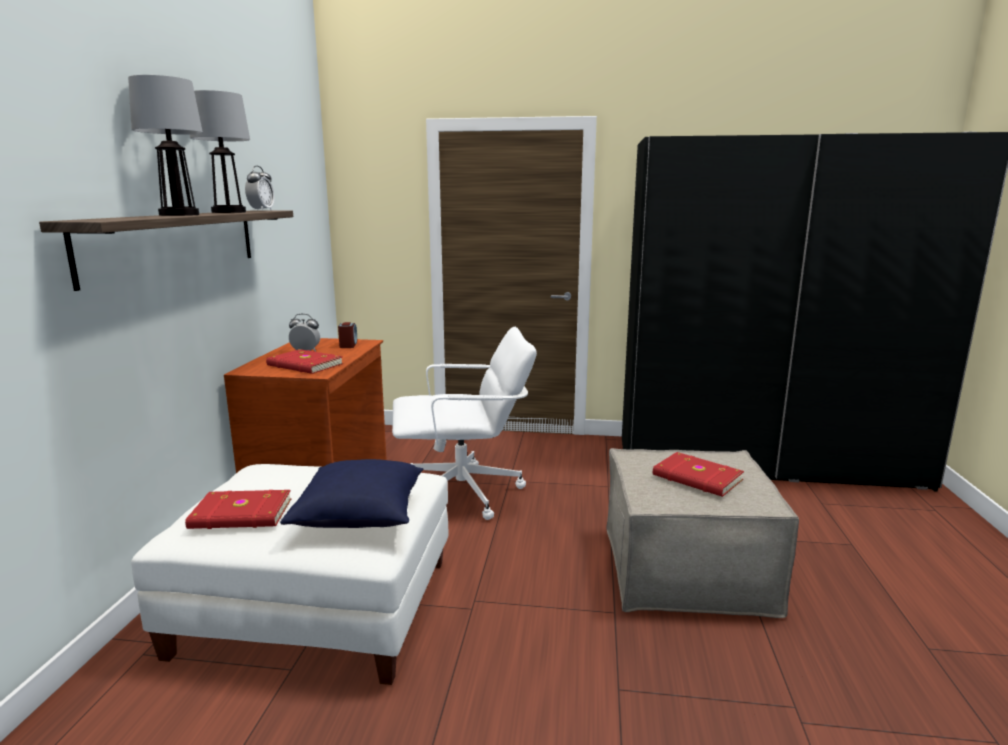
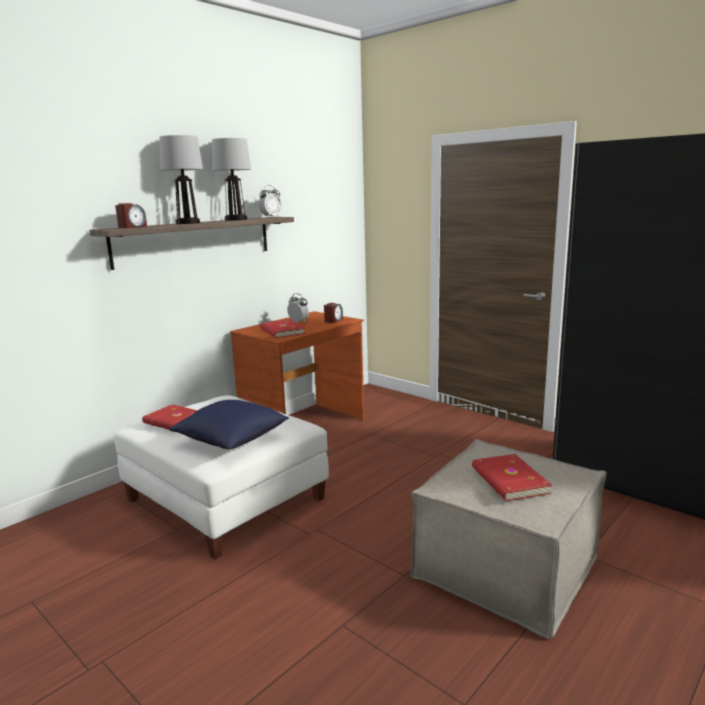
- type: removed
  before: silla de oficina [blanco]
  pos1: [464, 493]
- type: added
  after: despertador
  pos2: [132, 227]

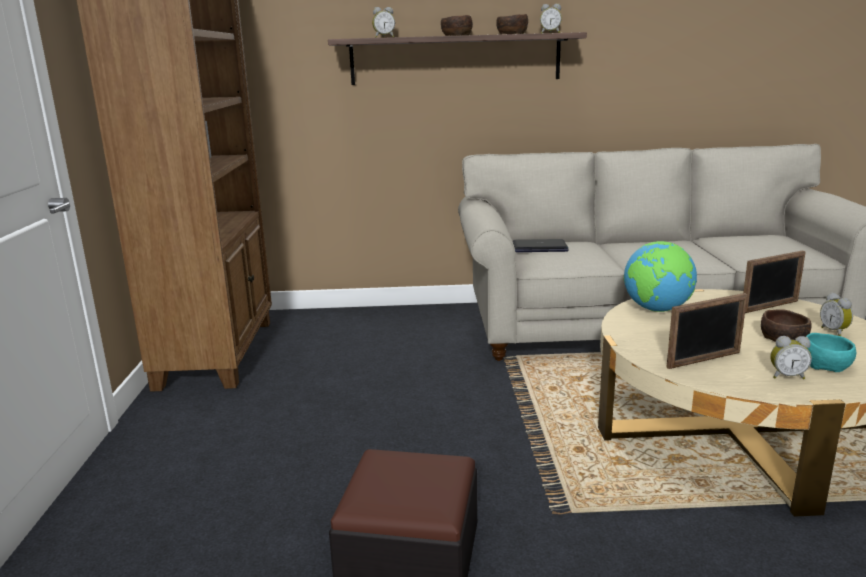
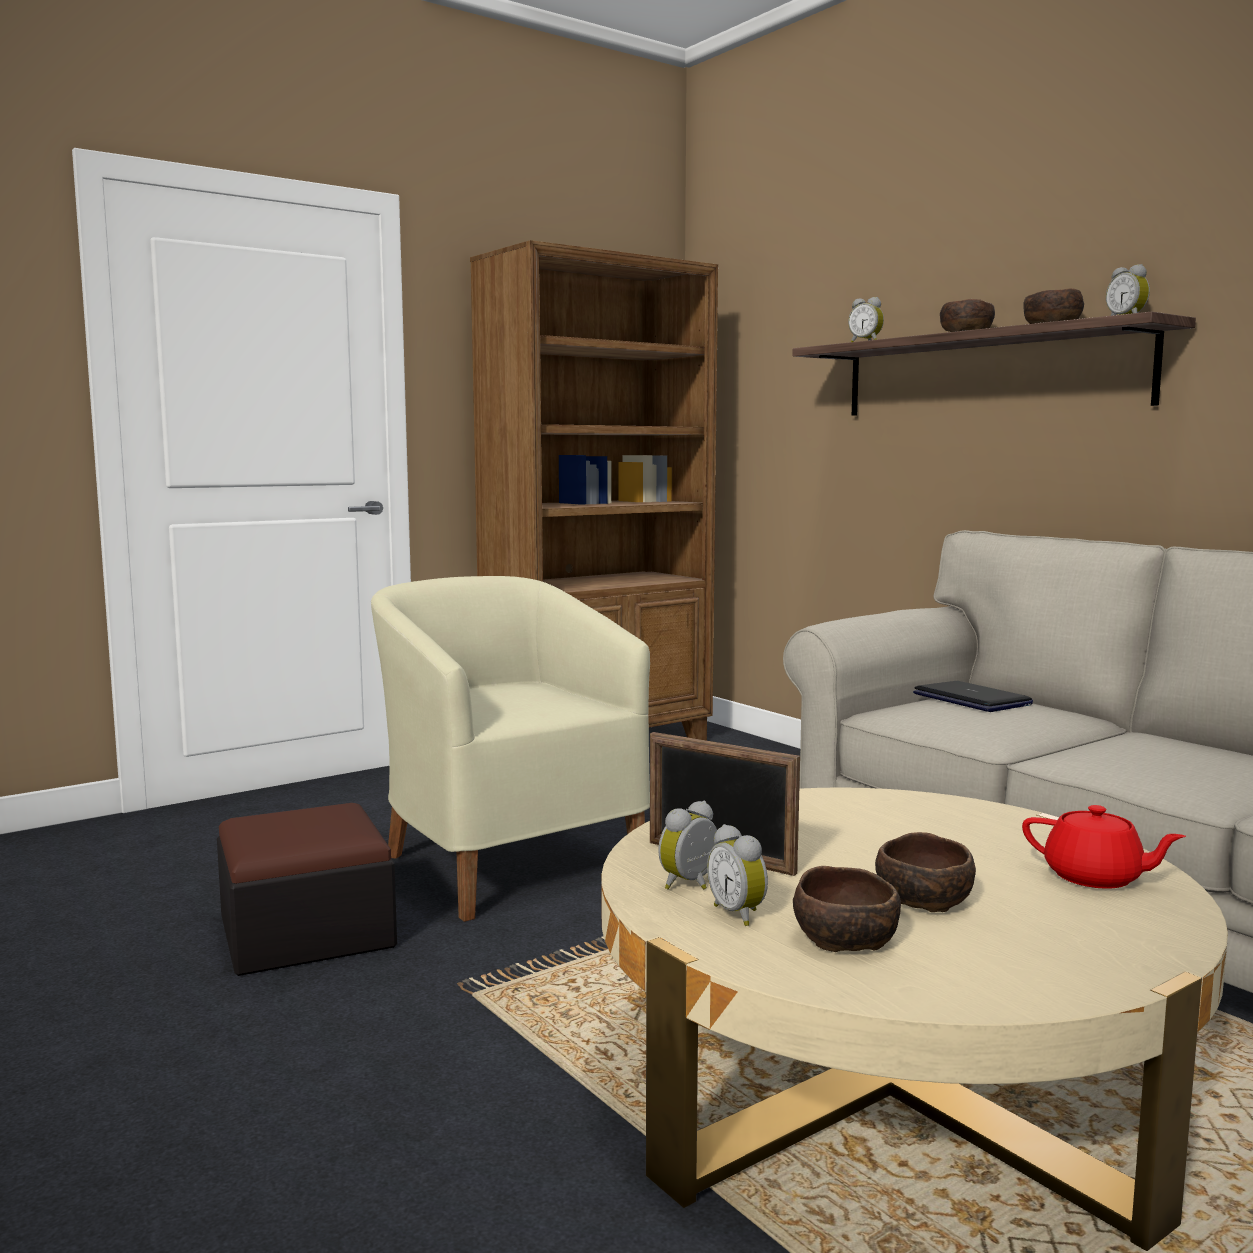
- type: removed
  before: globo terráqueo
  pos1: [656, 309]
- type: replaced
  before: portarretratos
  after: tetera [rojo]
  pos1: [770, 307]
  pos2: [1095, 878]
- type: moved
  before: despertador
  pos1: [834, 331]
  pos2: [691, 885]
- type: recoloured
  before: cuenco [turquesa]
  after: cuenco [marrón]
  pos1: [826, 365]
  pos2: [847, 940]
- type: added
  after: sillón [beis]
  pos2: [507, 862]

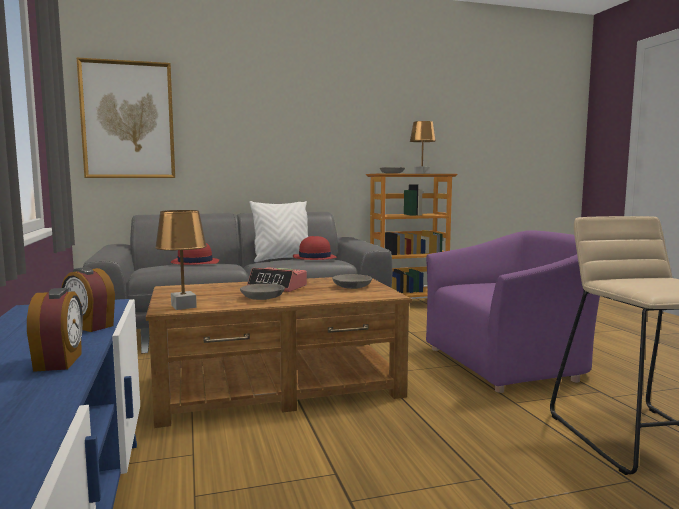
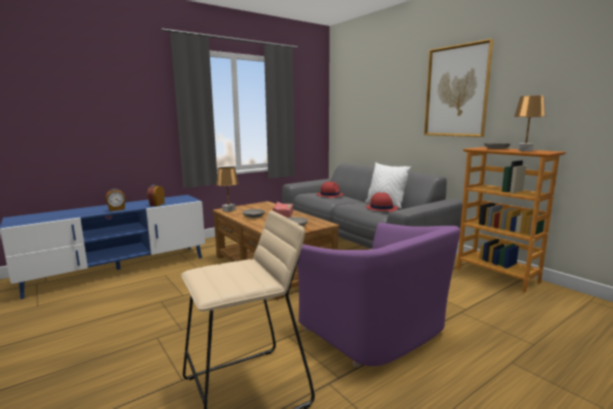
- type: moved
  before: cuadro
  pos1: [128, 120]
  pos2: [456, 91]

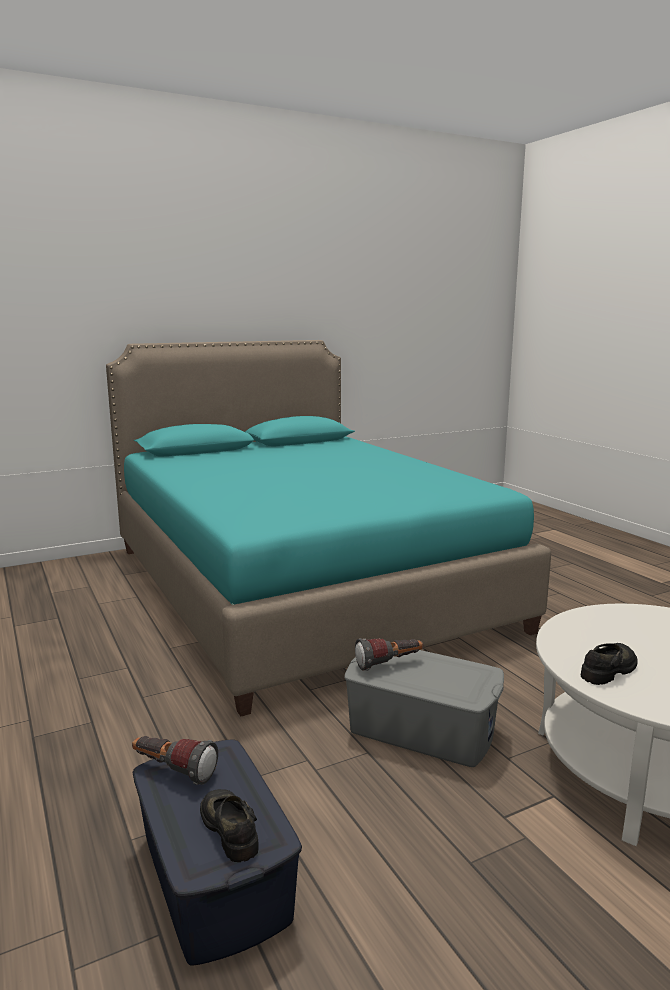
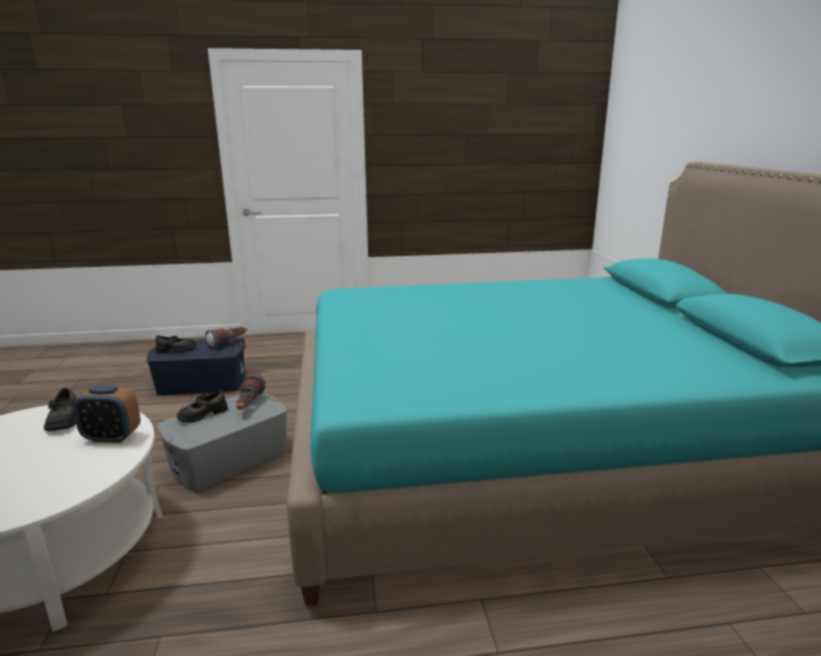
- type: added
  after: despertador
  pos2: [112, 437]
- type: added
  after: zapato [negro]
  pos2: [202, 414]

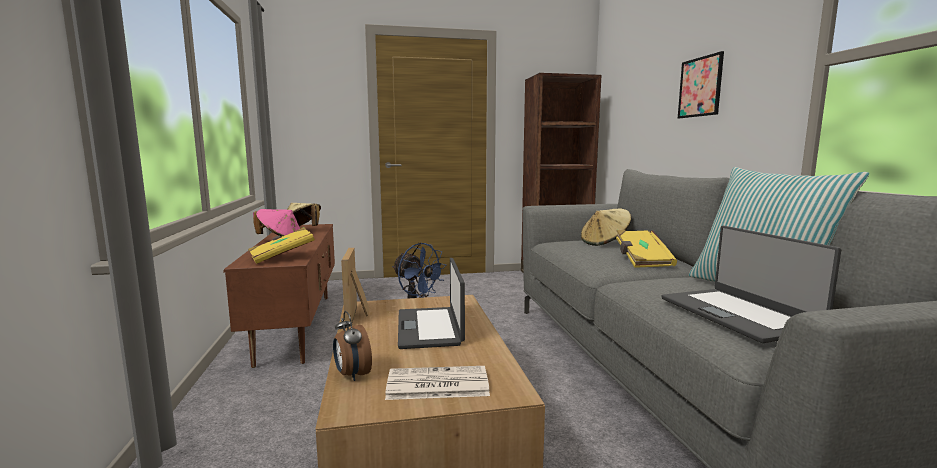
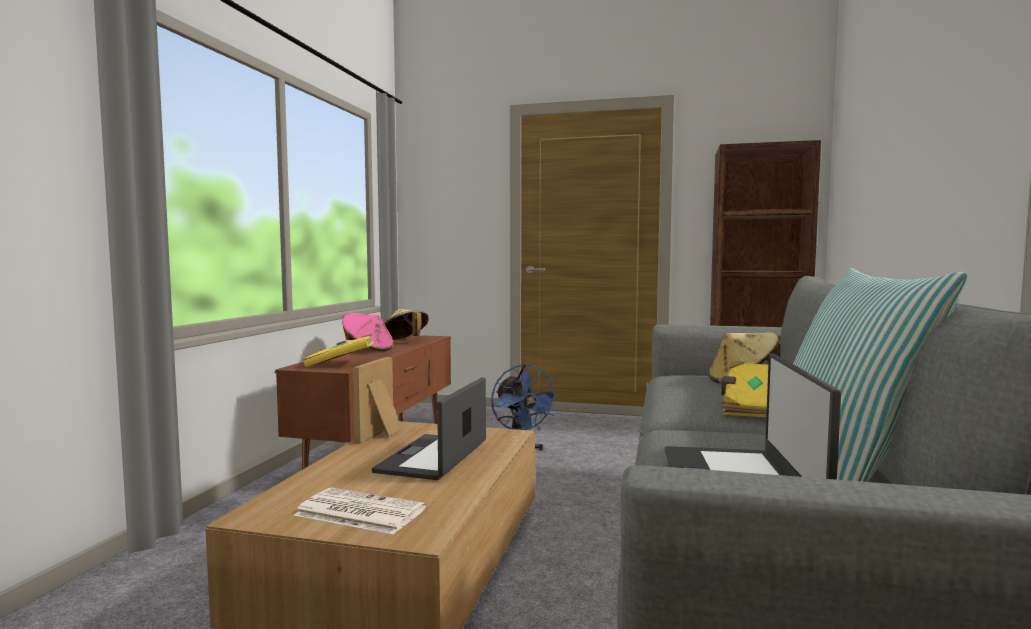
- type: removed
  before: cuadro
  pos1: [700, 87]
- type: removed
  before: despertador
  pos1: [352, 375]

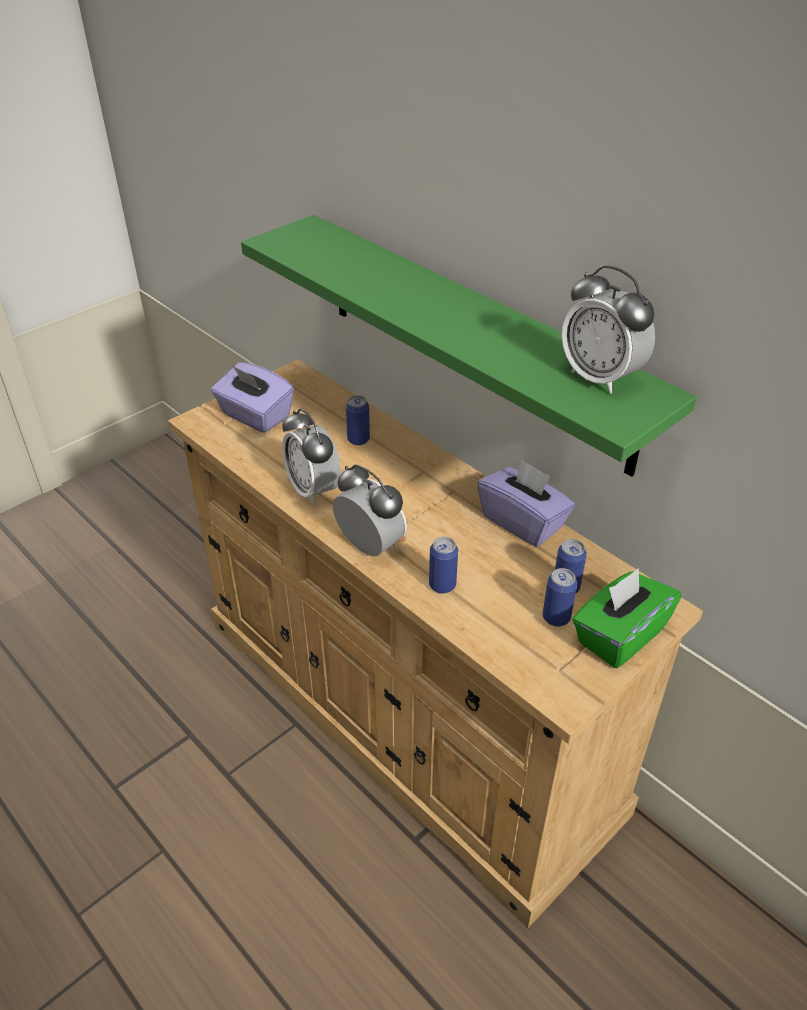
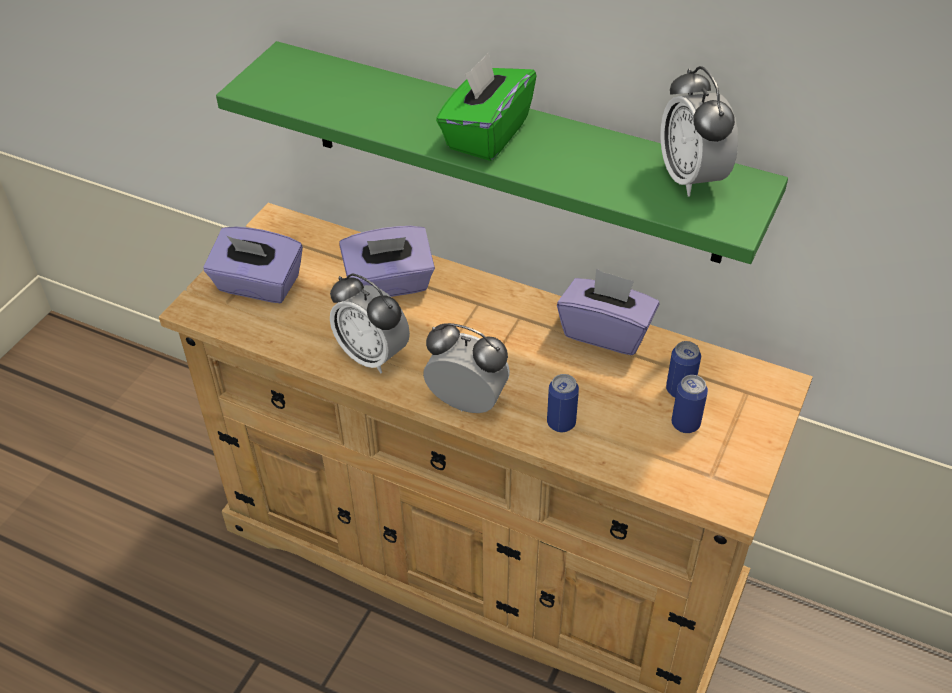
- type: turned
  before: despertador
  pos1: [600, 377]
  pos2: [691, 178]
  turn: 45
- type: replaced
  before: lata
  after: caja de pañuelos [morado]
  pos1: [358, 439]
  pos2: [389, 284]
- type: moved
  before: caja de pañuelos [verde]
  pos1: [619, 635]
  pos2: [486, 134]

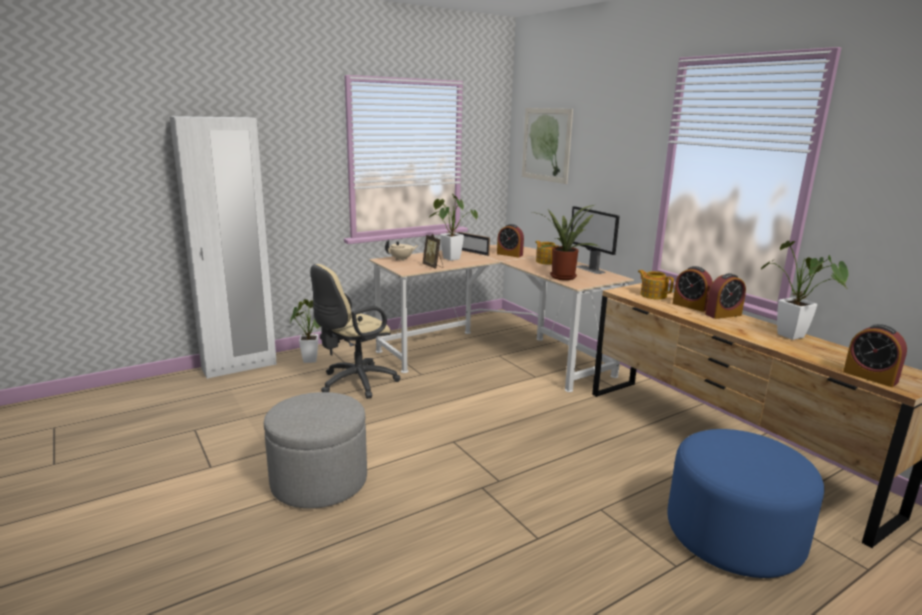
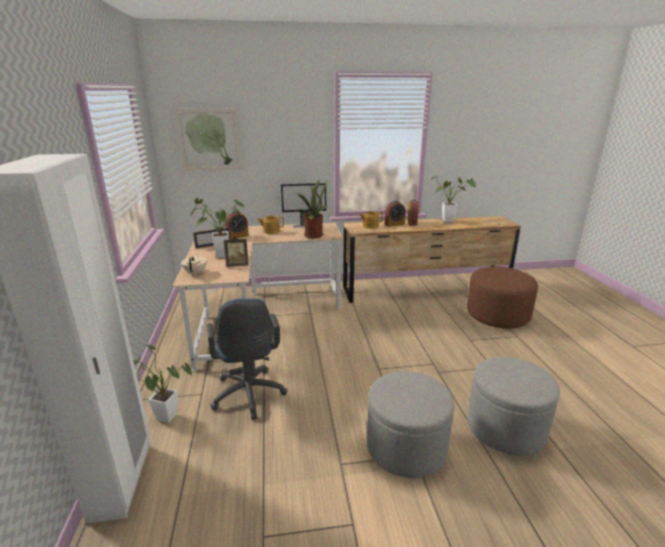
- type: recoloured
  before: silla de oficina [beis]
  after: silla de oficina [azul]
  pos1: [354, 383]
  pos2: [249, 396]
- type: removed
  before: despertador
  pos1: [870, 377]
- type: recoloured
  before: puf [azul]
  after: puf [marrón]
  pos1: [732, 536]
  pos2: [497, 315]
- type: added
  after: puf [gris]
  pos2: [505, 428]

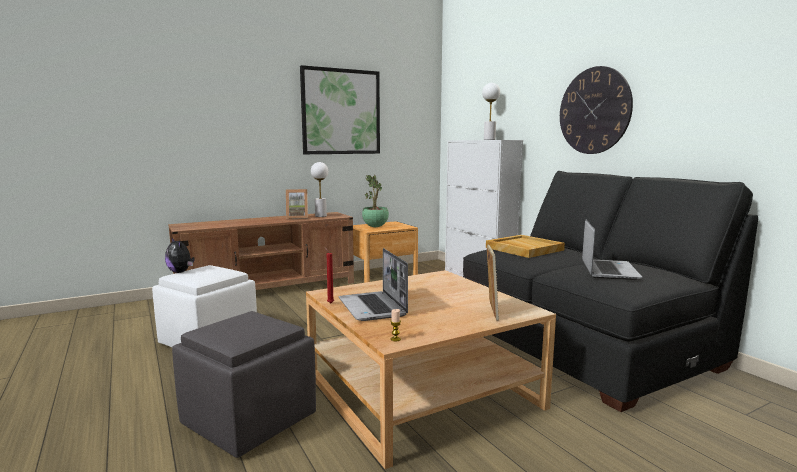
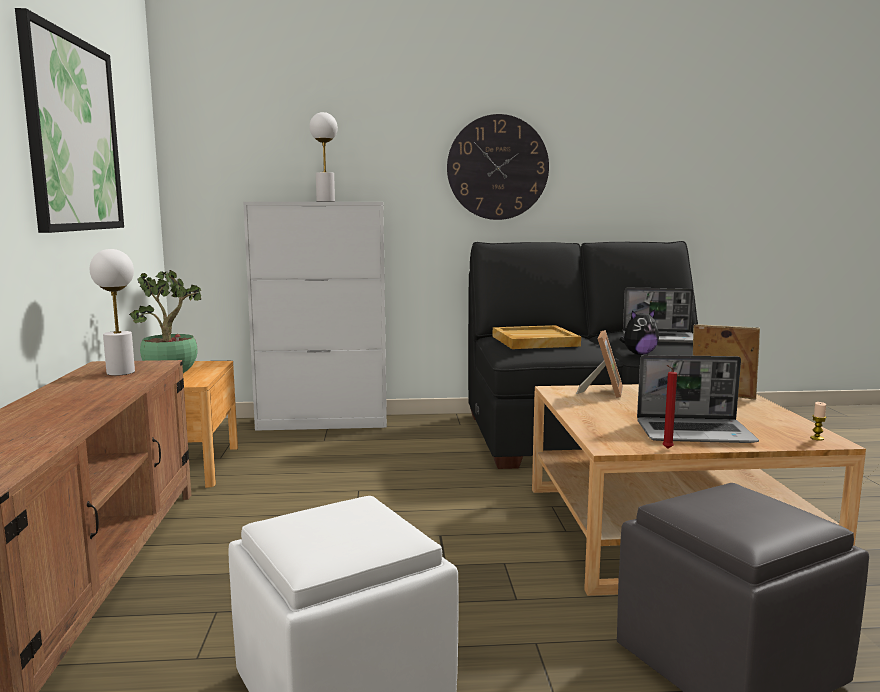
- type: moved
  before: portarretratos
  pos1: [297, 218]
  pos2: [603, 391]
- type: turned
  before: portátil
  pos1: [608, 270]
  pos2: [660, 338]
  turn: 150
- type: moved
  before: peluche
  pos1: [181, 272]
  pos2: [639, 354]

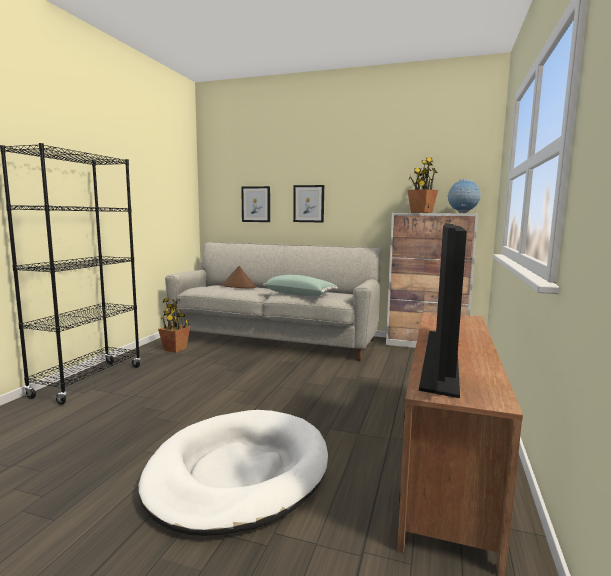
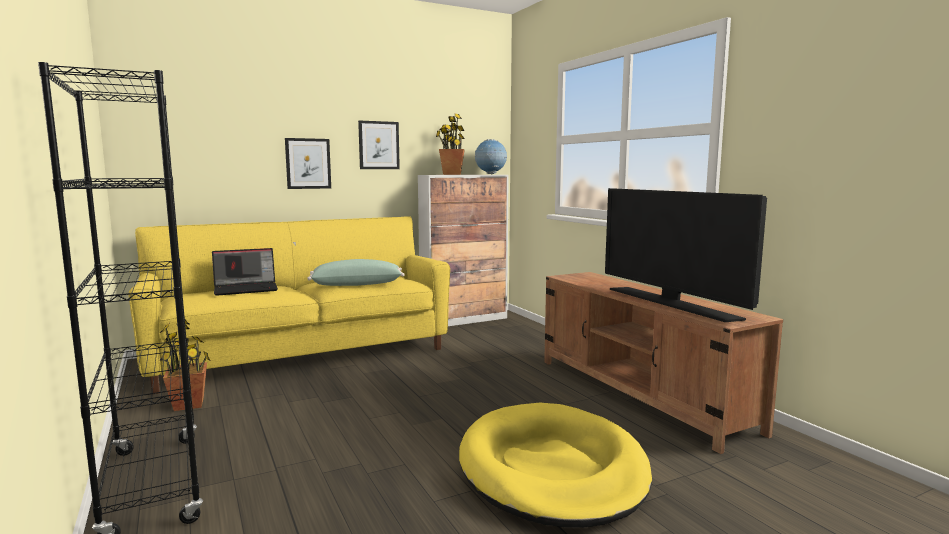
- type: moved
  before: cuadro
  pos1: [256, 204]
  pos2: [379, 145]
- type: recoloured
  before: sofá [gris]
  after: sofá [amarillo]
  pos1: [274, 339]
  pos2: [303, 355]
- type: replaced
  before: sombrero [marrón]
  after: portátil
  pos1: [238, 286]
  pos2: [247, 289]
- type: recoloured
  before: cama para perro [blanco]
  after: cama para perro [amarillo]
  pos1: [238, 473]
  pos2: [552, 469]

